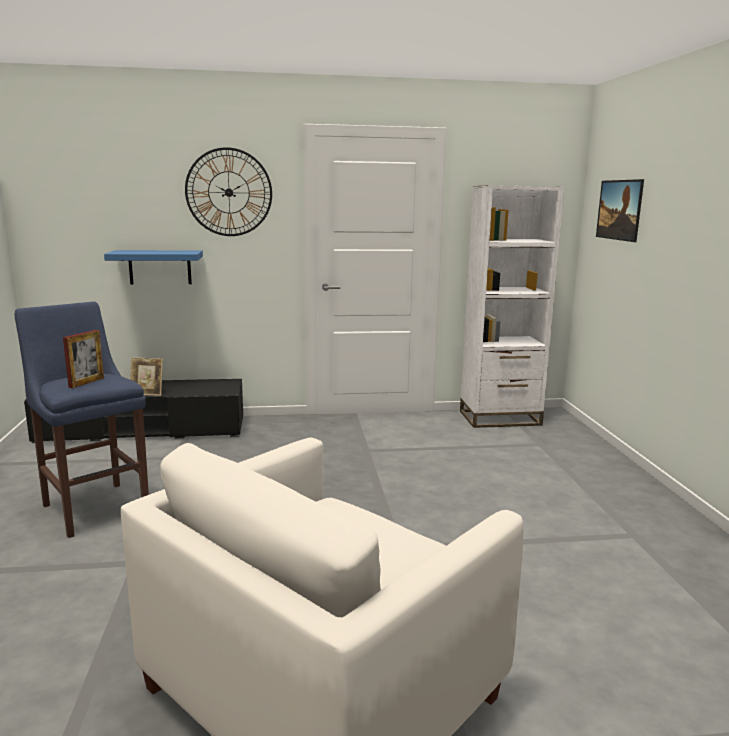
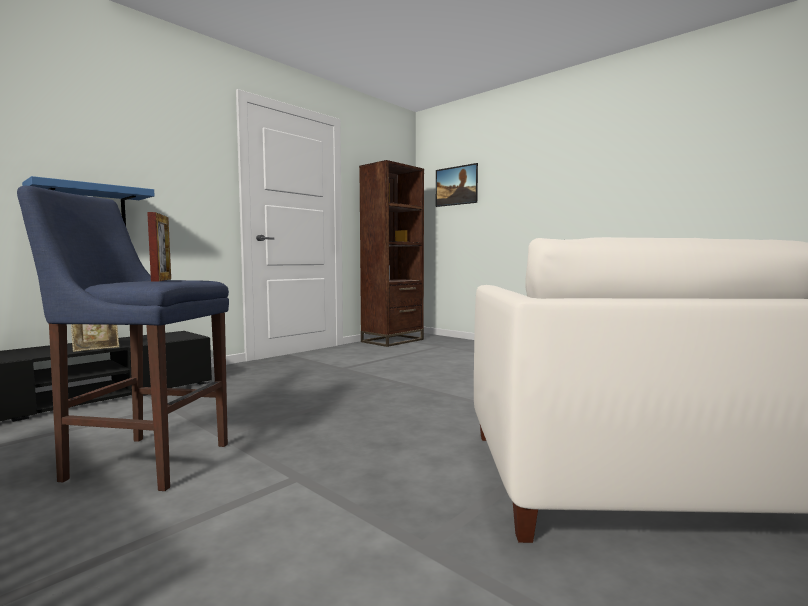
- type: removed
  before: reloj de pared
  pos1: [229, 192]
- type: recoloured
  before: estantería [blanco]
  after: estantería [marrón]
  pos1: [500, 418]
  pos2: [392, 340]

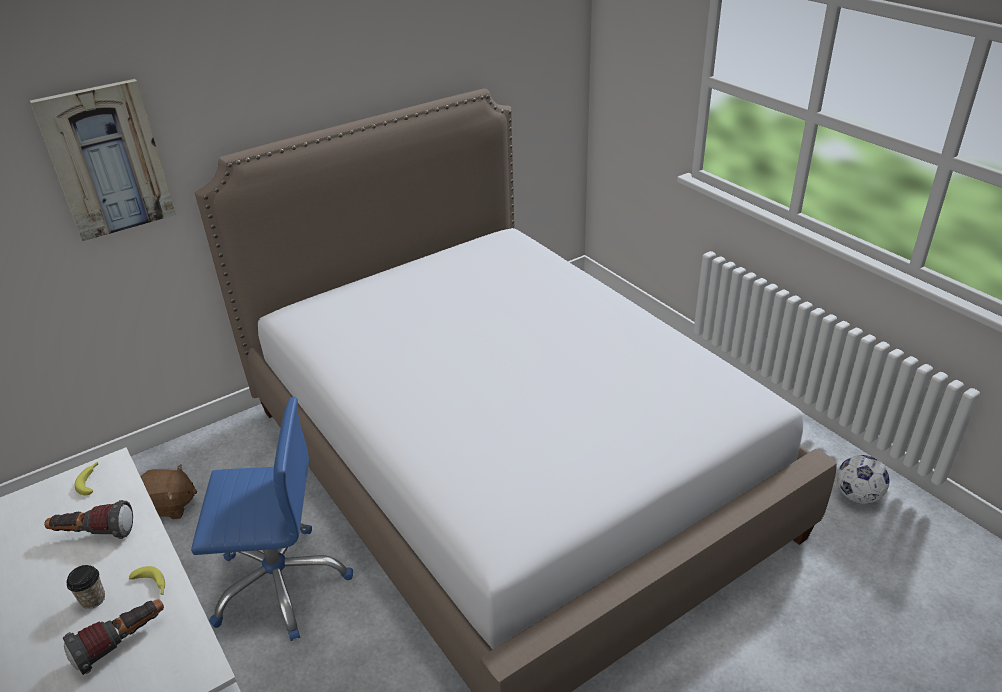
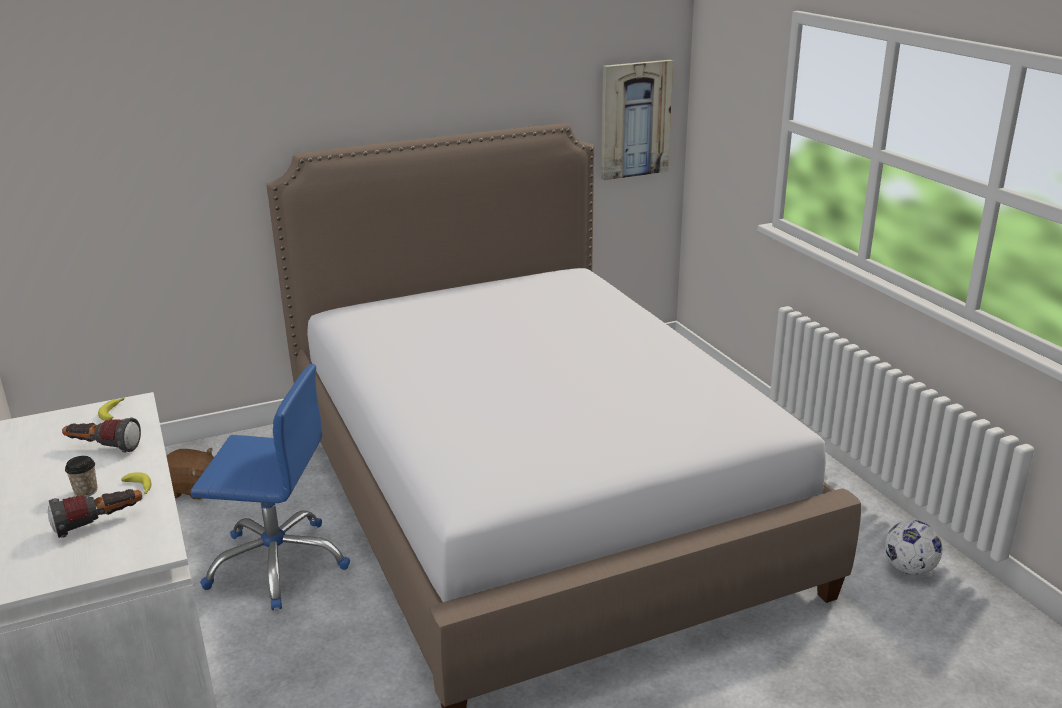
- type: moved
  before: cuadro
  pos1: [107, 160]
  pos2: [635, 119]

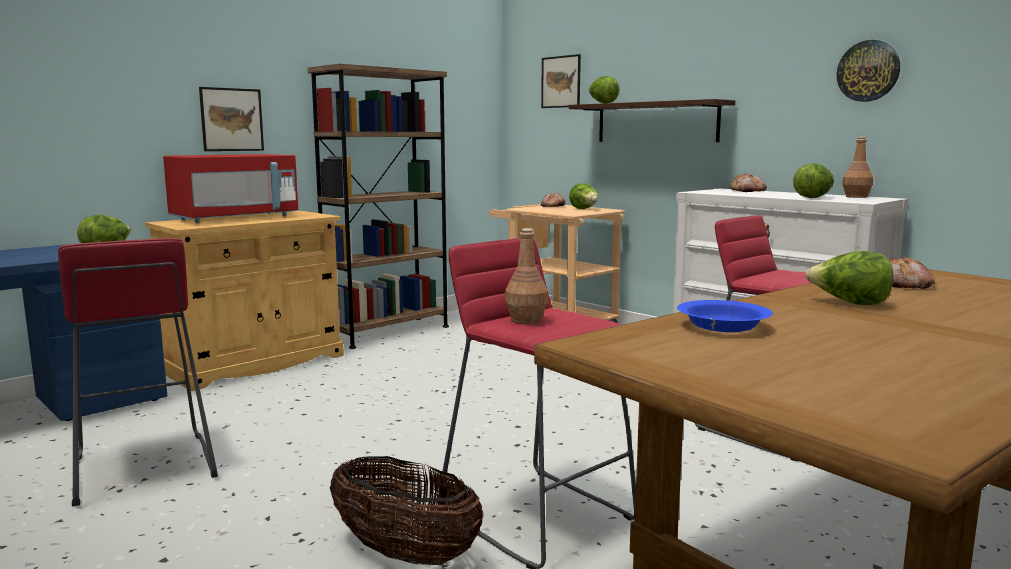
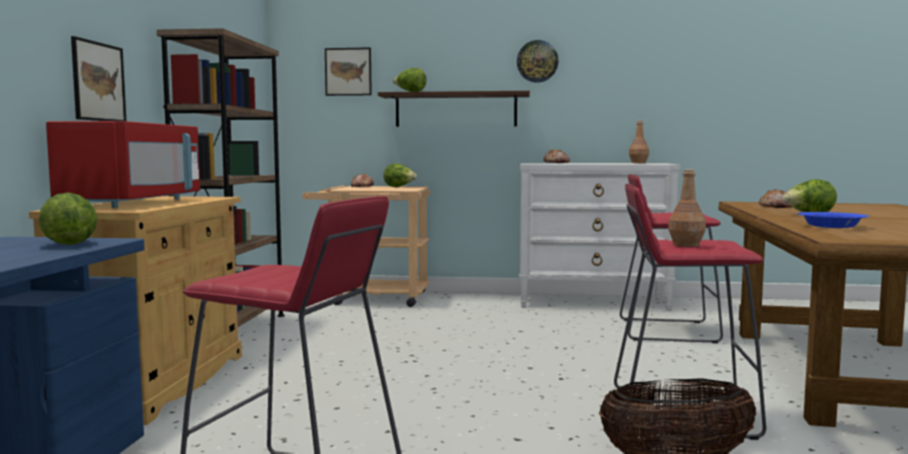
- type: moved
  before: reloj de pared
  pos1: [868, 71]
  pos2: [537, 61]
- type: removed
  before: lechuga
  pos1: [813, 197]

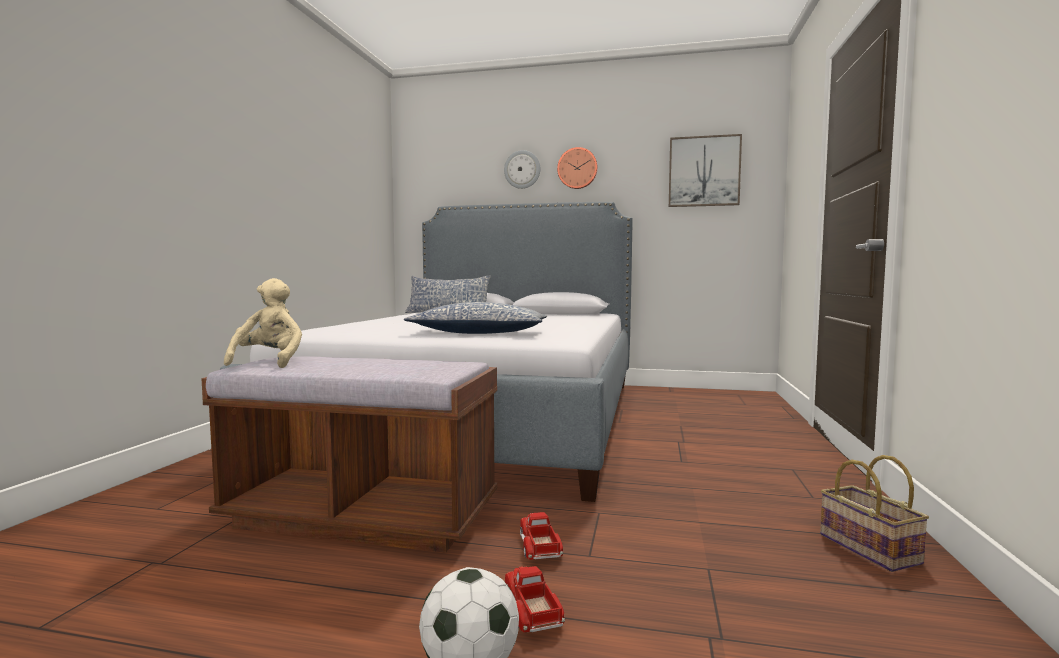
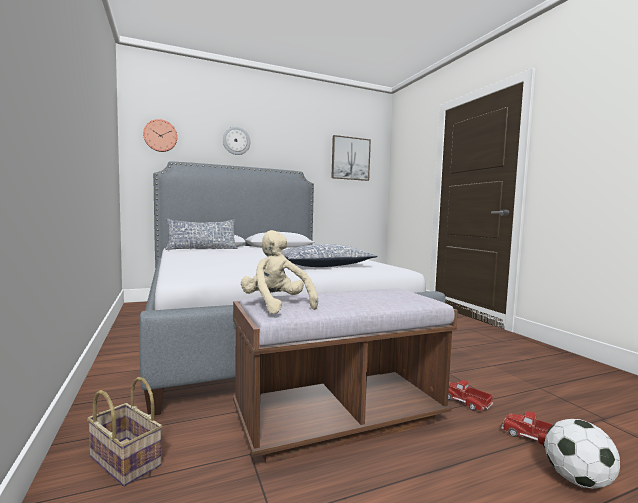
- type: moved
  before: reloj de pared
  pos1: [577, 168]
  pos2: [160, 136]
- type: moved
  before: cesta
  pos1: [865, 548]
  pos2: [122, 461]

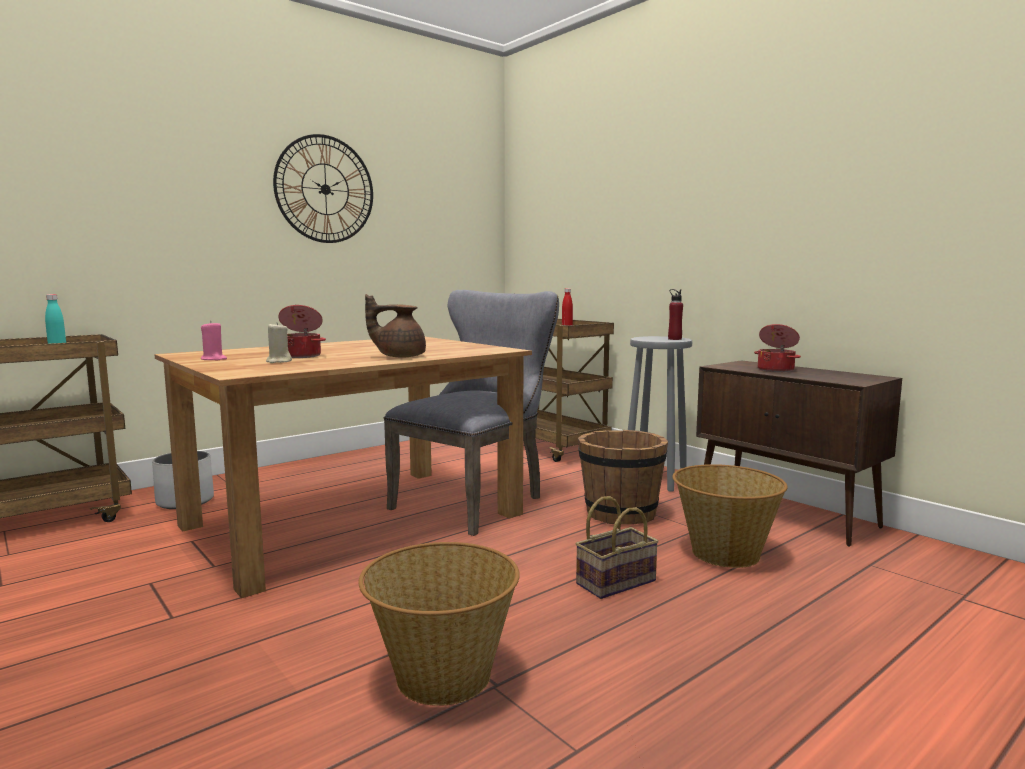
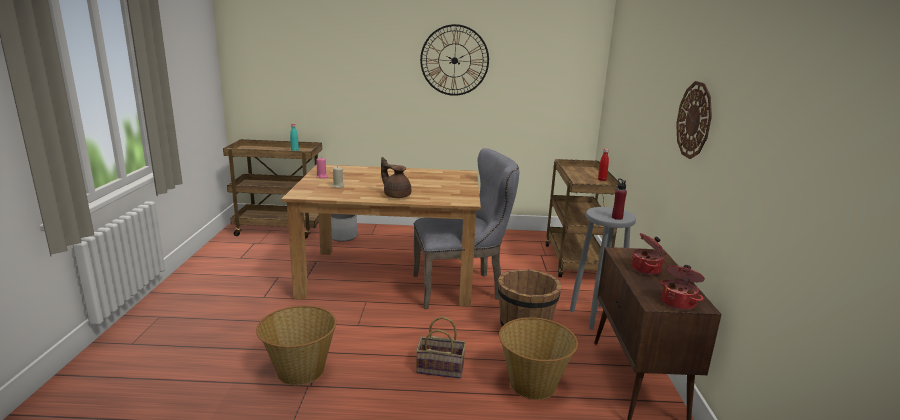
- type: moved
  before: olla
  pos1: [302, 356]
  pos2: [678, 303]
- type: added
  after: reloj de pared
  pos2: [694, 120]

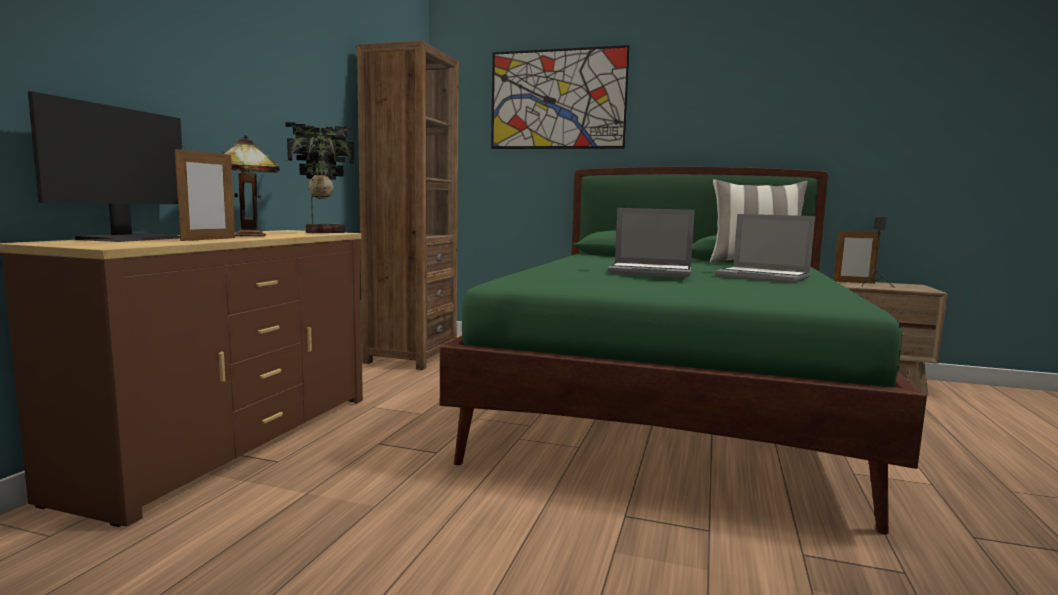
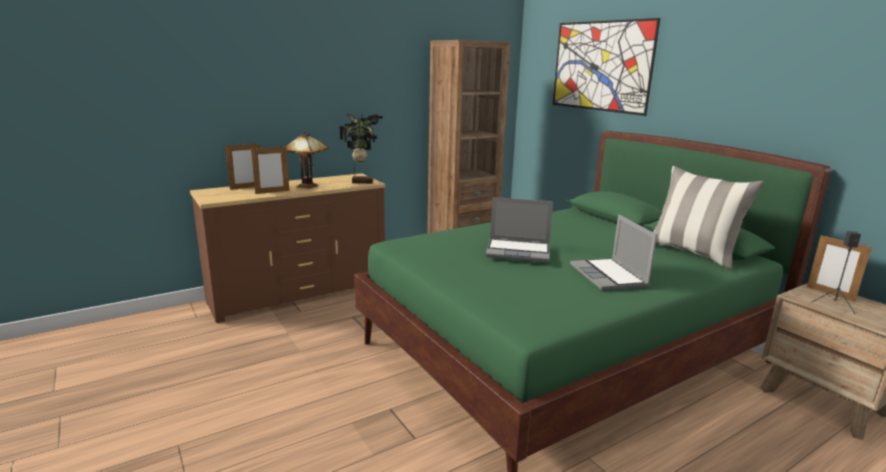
- type: replaced
  before: monitor
  after: portarretratos
  pos1: [133, 238]
  pos2: [246, 187]
- type: turned
  before: portátil
  pos1: [651, 272]
  pos2: [519, 252]
  turn: -45

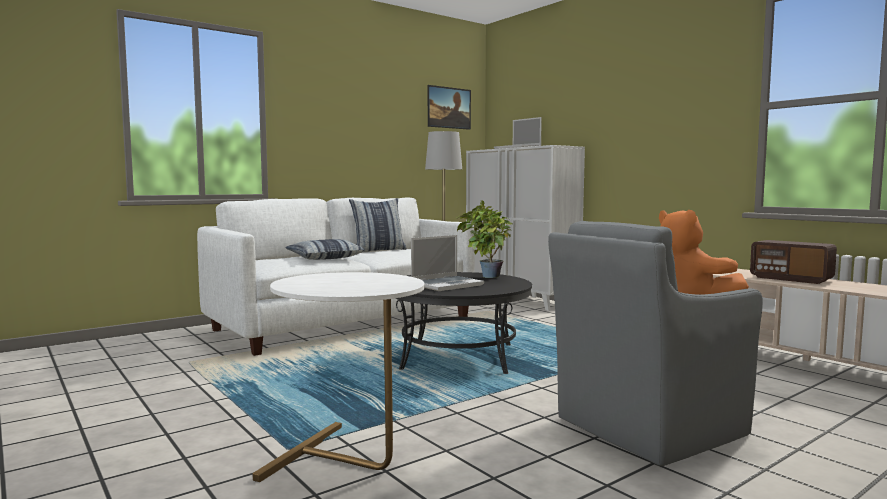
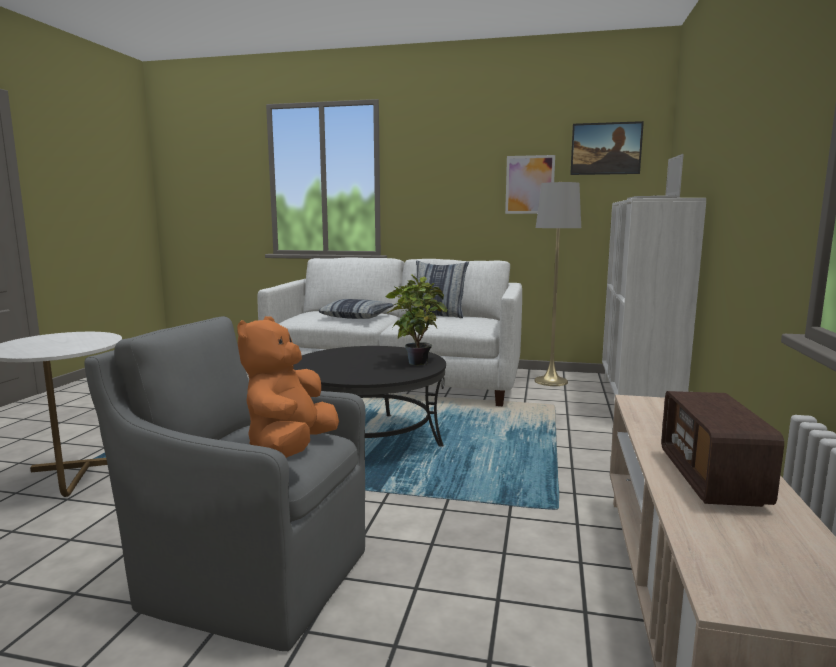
- type: removed
  before: portátil
  pos1: [447, 285]
- type: added
  after: cuadro
  pos2: [529, 184]

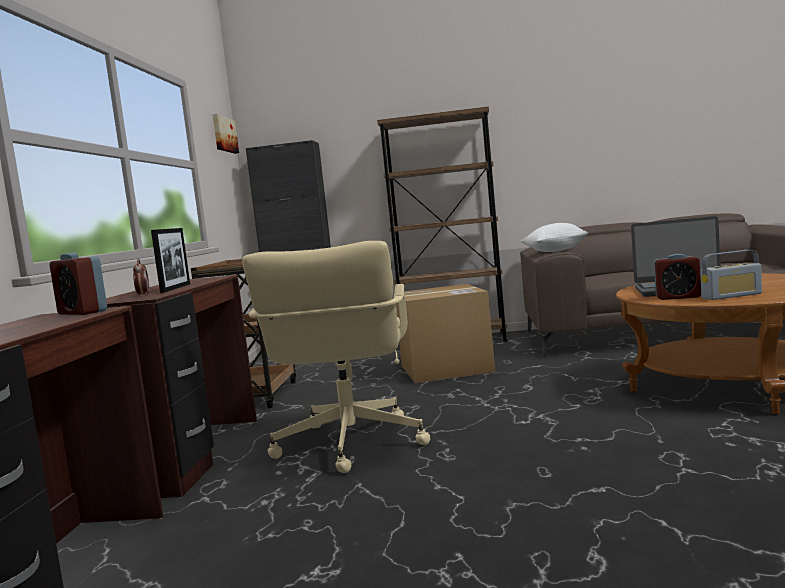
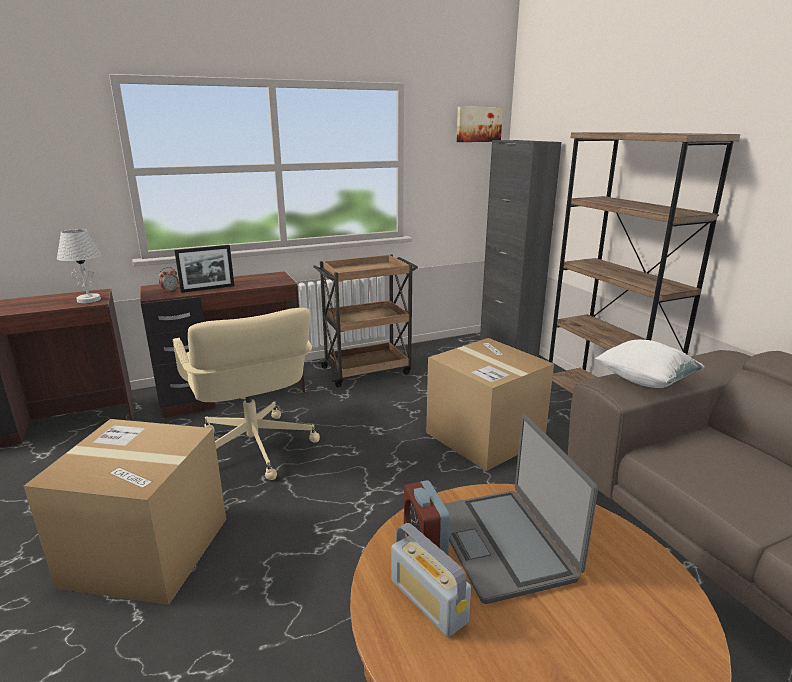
- type: turned
  before: silla de oficina [beis]
  pos1: [349, 445]
  pos2: [253, 449]
  turn: -90
- type: replaced
  before: despertador
  after: lámpara de mesa [blanco]
  pos1: [82, 312]
  pos2: [89, 300]
- type: added
  after: caja de cartón
  pos2: [147, 551]

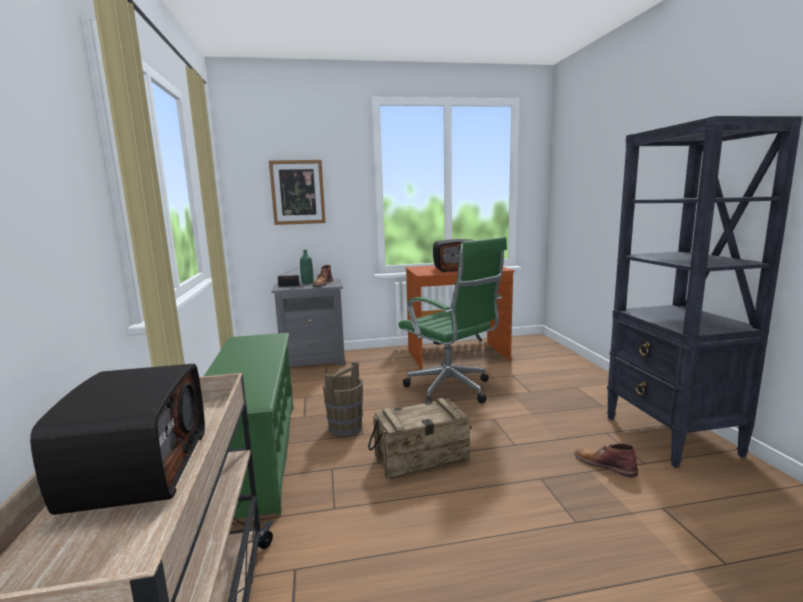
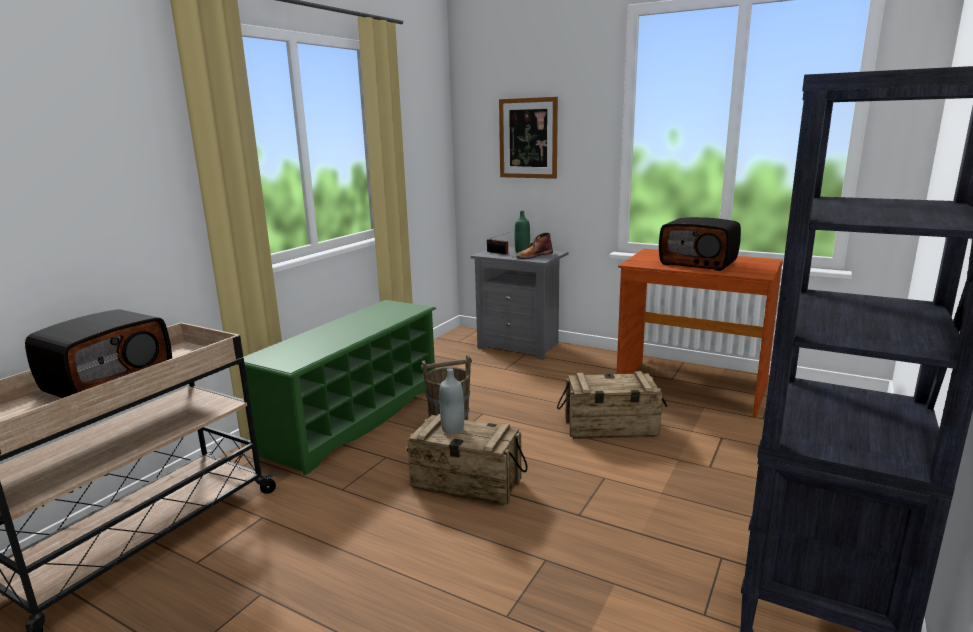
- type: replaced
  before: silla de oficina [verde]
  after: caja de embalaje
  pos1: [451, 390]
  pos2: [611, 428]
- type: removed
  before: bota [marrón]
  pos1: [604, 464]
- type: added
  after: botella [gris]
  pos2: [452, 429]

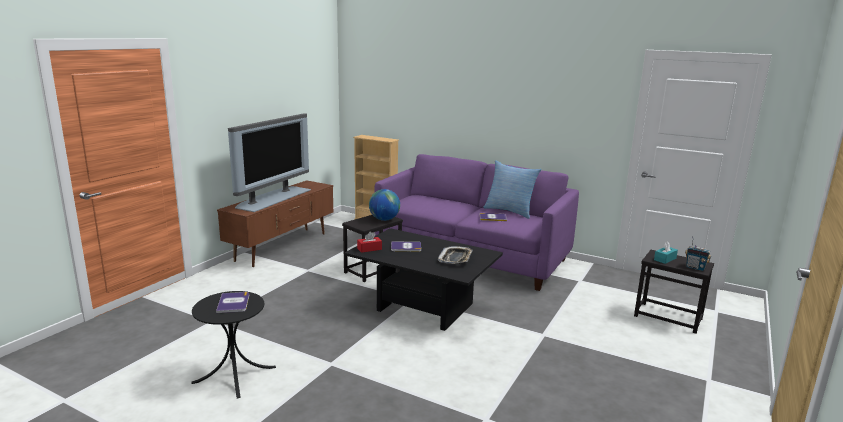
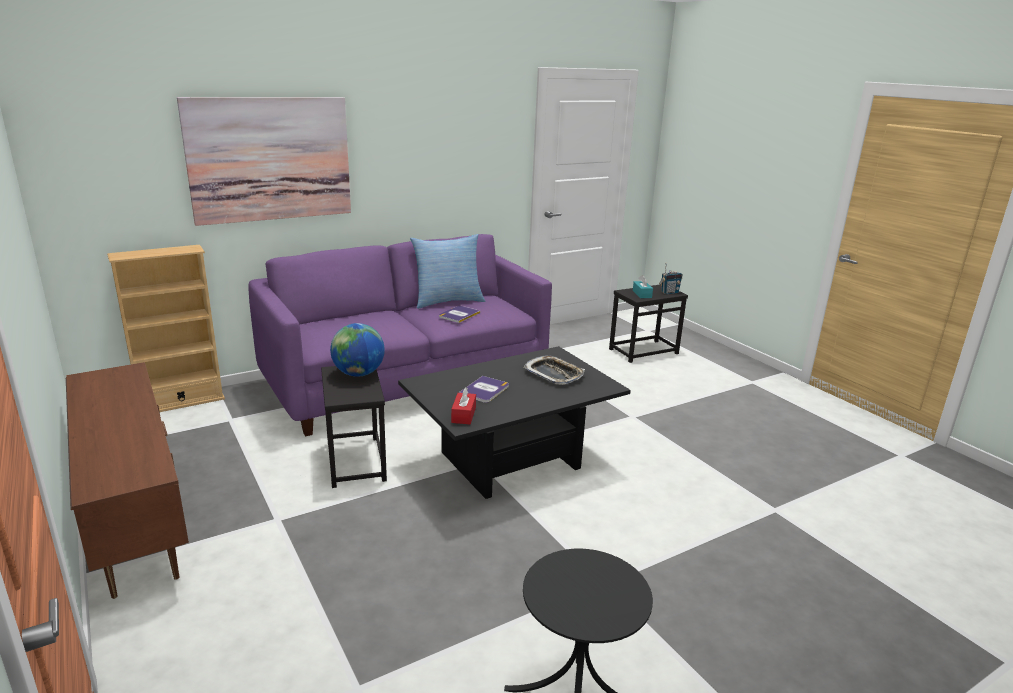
- type: removed
  before: televisor
  pos1: [272, 198]
- type: removed
  before: libro
  pos1: [233, 303]
- type: added
  after: cuadro
  pos2: [270, 159]

